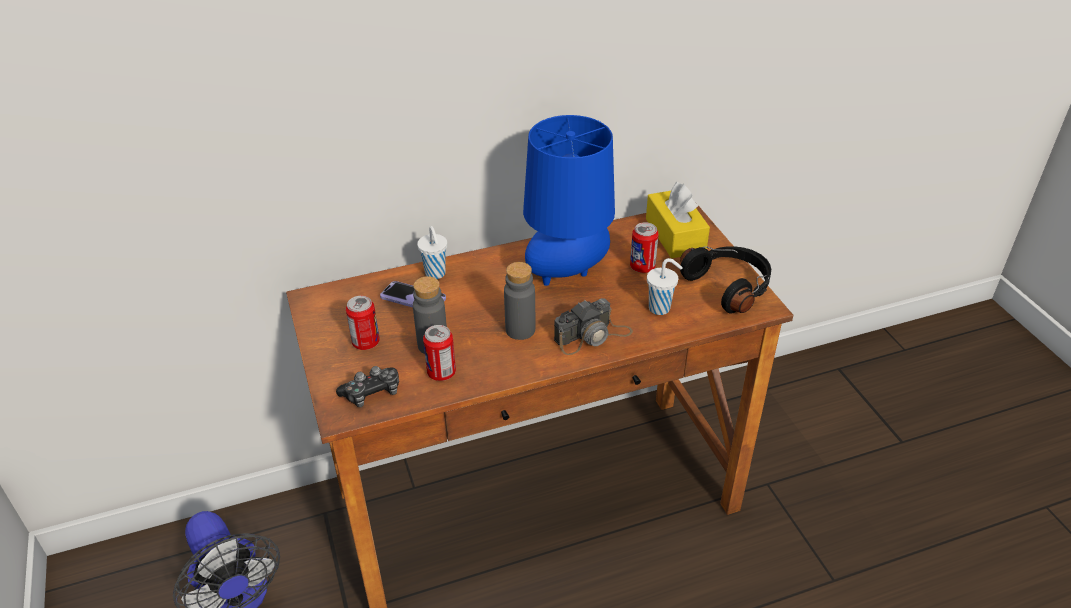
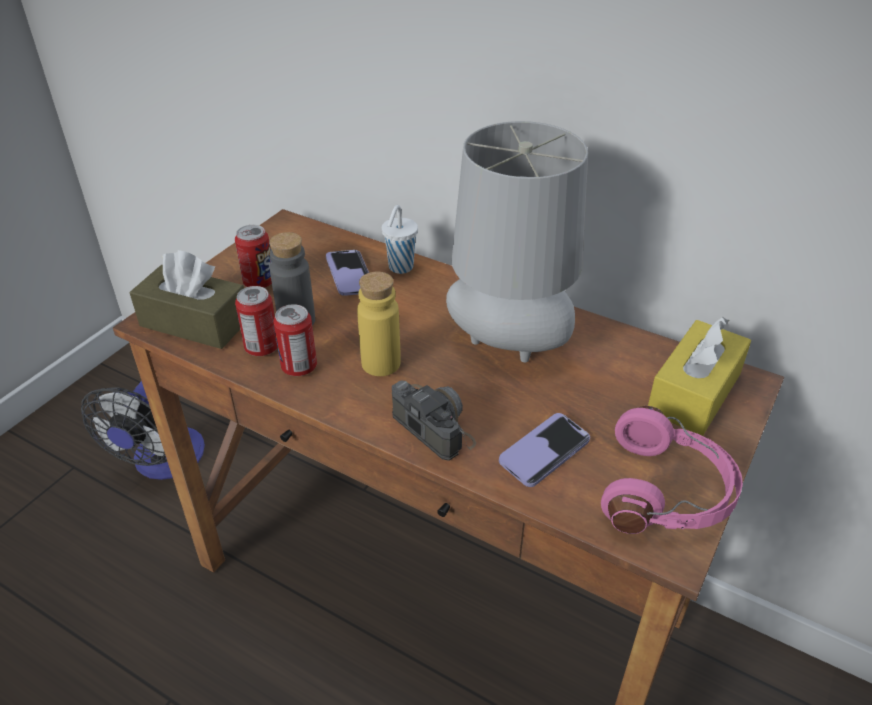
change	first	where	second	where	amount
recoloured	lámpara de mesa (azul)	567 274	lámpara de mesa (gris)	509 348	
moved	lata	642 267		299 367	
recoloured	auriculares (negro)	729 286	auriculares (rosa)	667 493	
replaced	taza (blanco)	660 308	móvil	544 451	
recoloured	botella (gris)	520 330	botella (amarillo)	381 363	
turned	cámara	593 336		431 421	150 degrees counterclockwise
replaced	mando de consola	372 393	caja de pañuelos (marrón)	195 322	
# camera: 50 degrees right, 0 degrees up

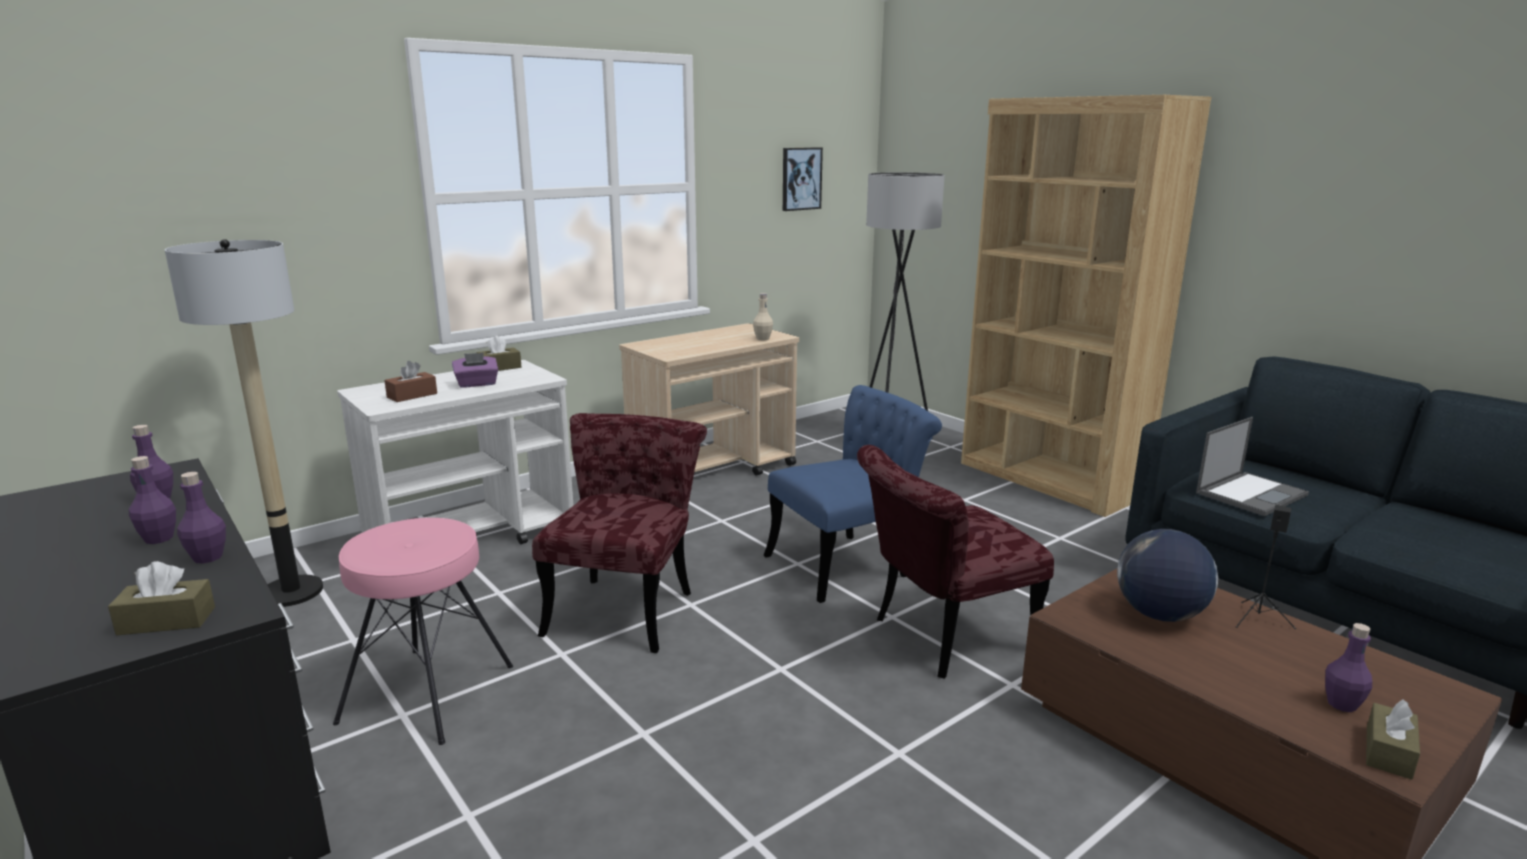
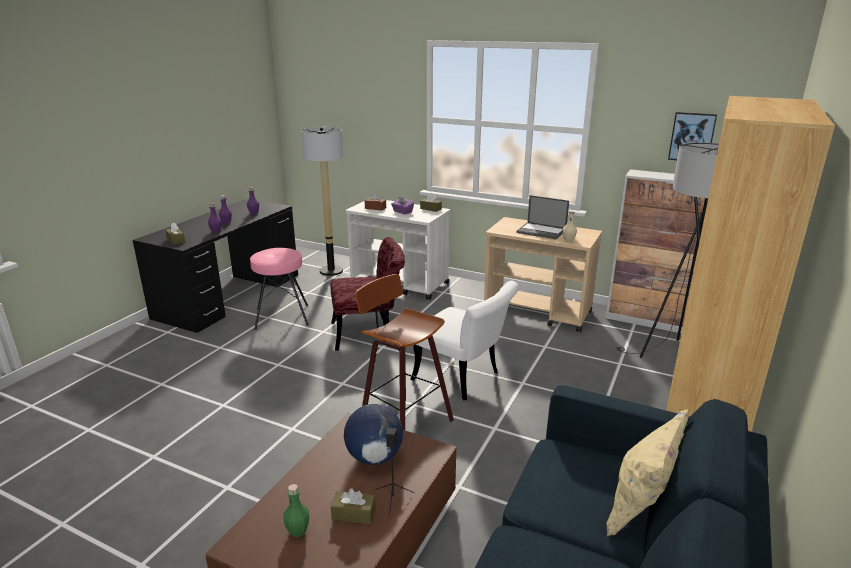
change	first	where	second	where	amount
recoloured	silla (azul)	848 563	silla (blanco)	463 379	
moved	portátil	1251 493		542 231	
replaced	silla (rojo)	941 638	taburete	402 424	
recoloured	botella (morado)	1341 704	botella (verde)	298 531	
moved	caja de pañuelos (marrón)	1388 752		353 514	
added			armario	652 321	
added			cojín (beis)	641 509	
# camera: 65 degrees right, 5 degrees up

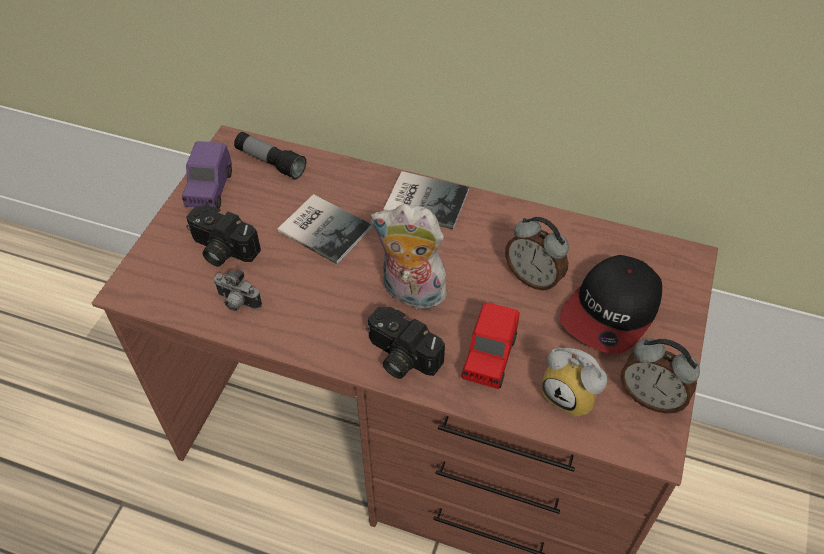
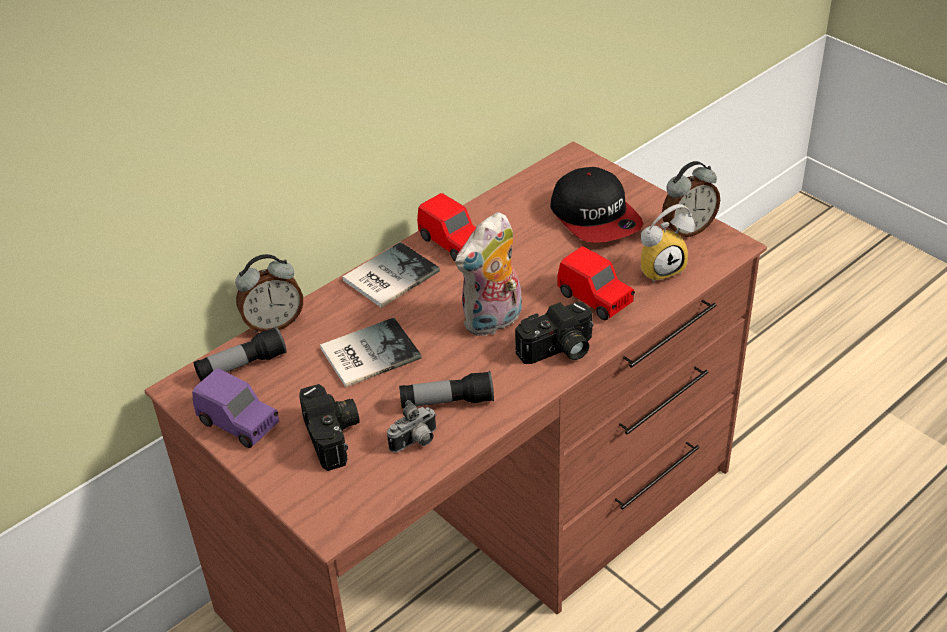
change	first	where	second	where	amount
turned	cámara	221 250		335 436	75 degrees counterclockwise
moved	despertador	533 277		274 323	
added			coche de juguete (rojo)	453 243	
added			linterna	447 402	
# camera: 60 degrees left, 10 degrees down

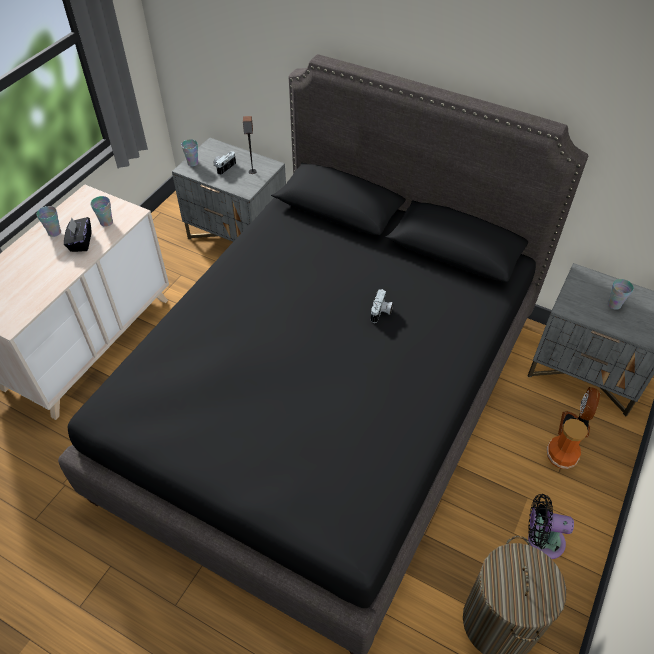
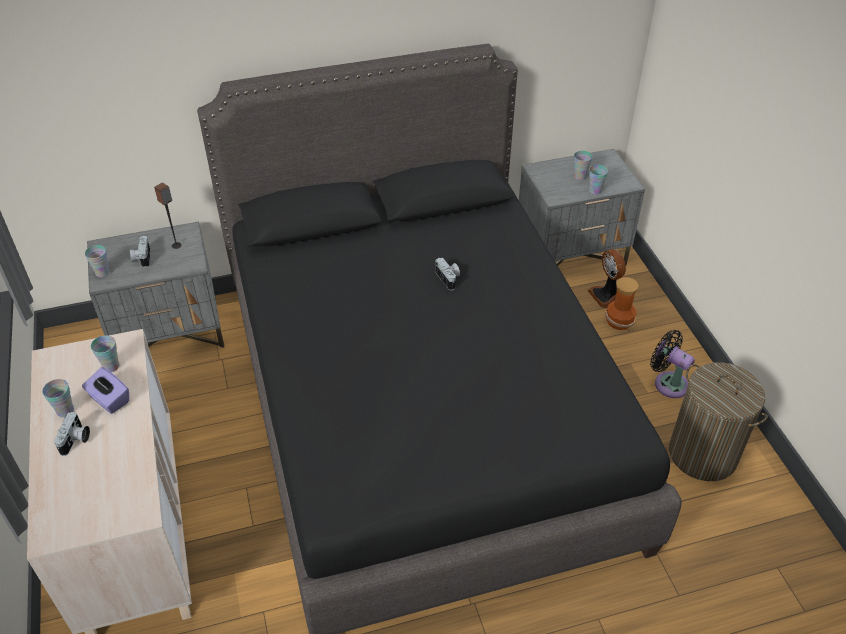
change	first	where	second	where	amount
recoloured	caja de pañuelos (negro)	80 242	caja de pañuelos (morado)	109 400	
turned	ventilador (negro)	541 540		668 383	75 degrees clockwise
added			taza	595 191	
added			cámara	76 440	
# camera: 45 degrees left, 5 degrees down

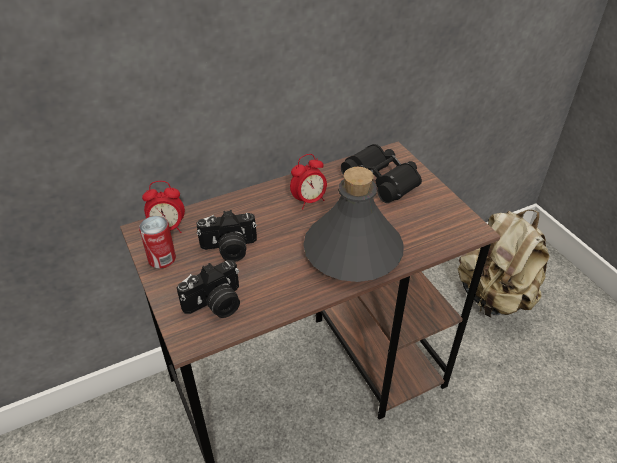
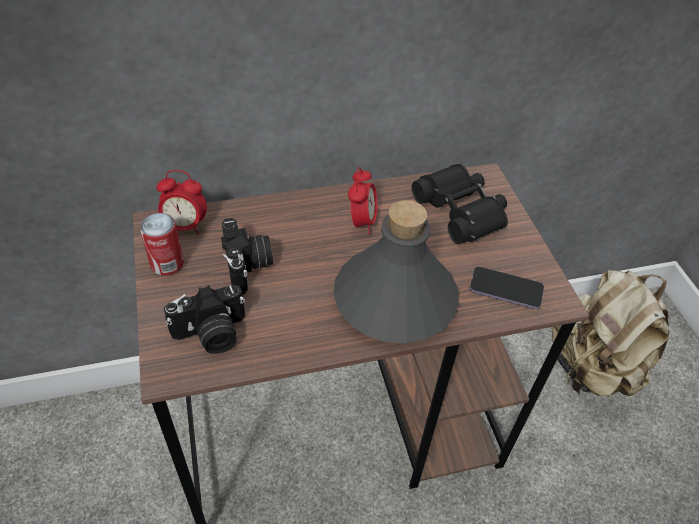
change	first	where	second	where	amount
turned	despertador	309 201		361 222	60 degrees counterclockwise
turned	cámara	229 249		248 267	105 degrees counterclockwise
added			móvil	505 289	
# camera: 10 degrees right, 5 degrees up

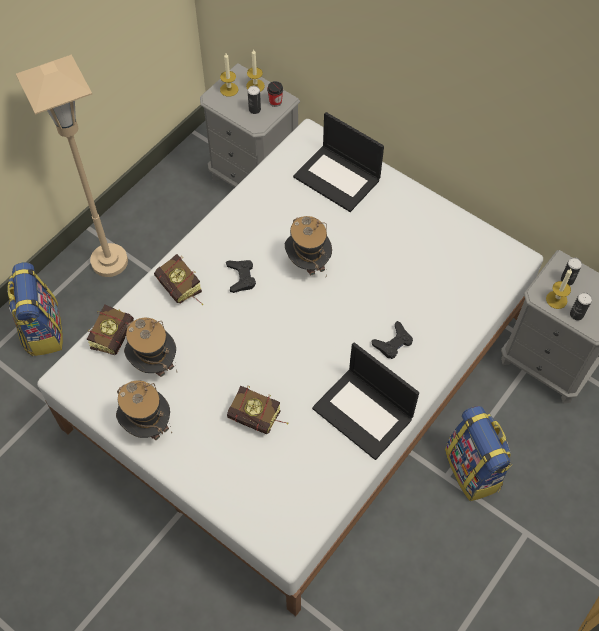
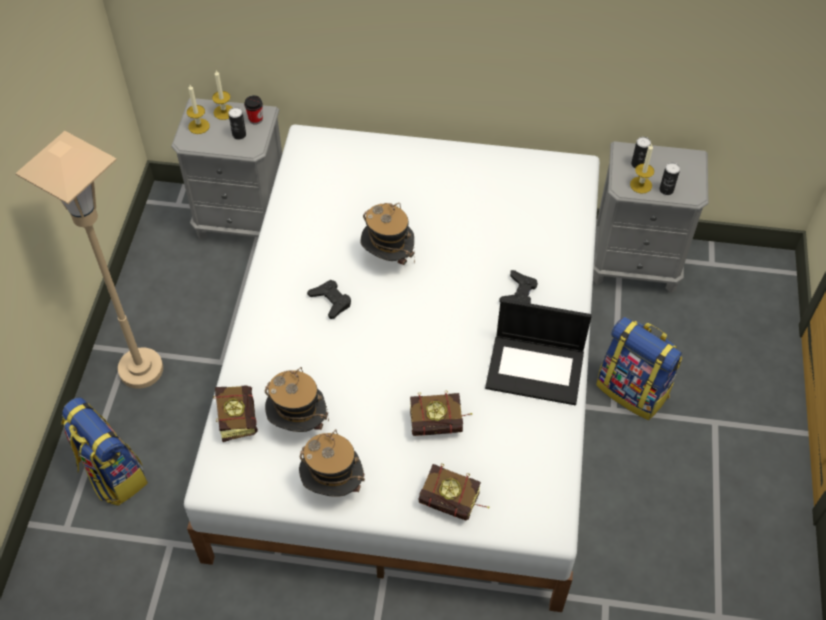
change	first	where	second	where	amount
removed	portátil	338 178			
moved	libro	182 291		455 504	
# camera: 30 degrees left, 5 degrees down

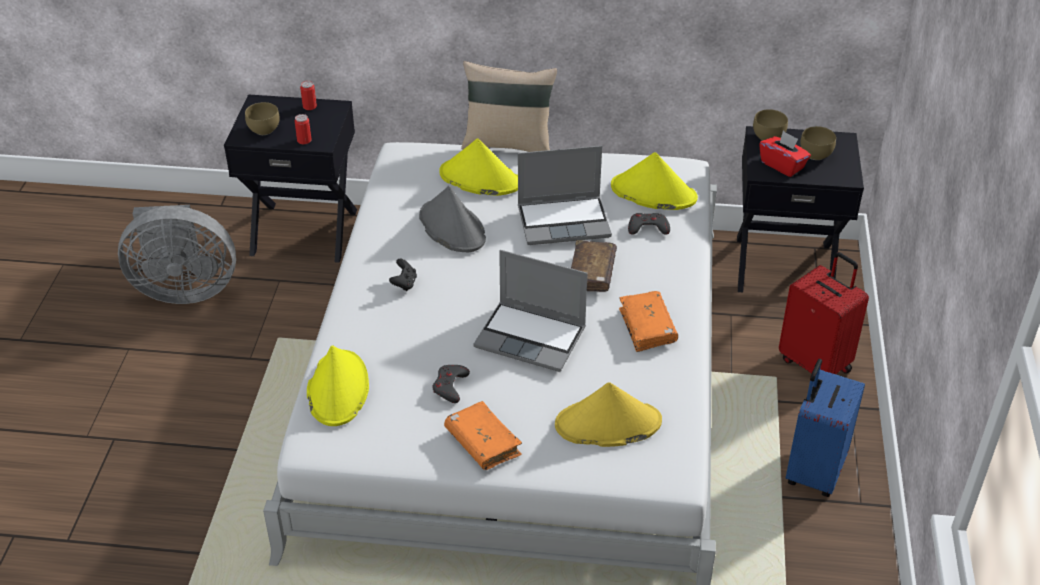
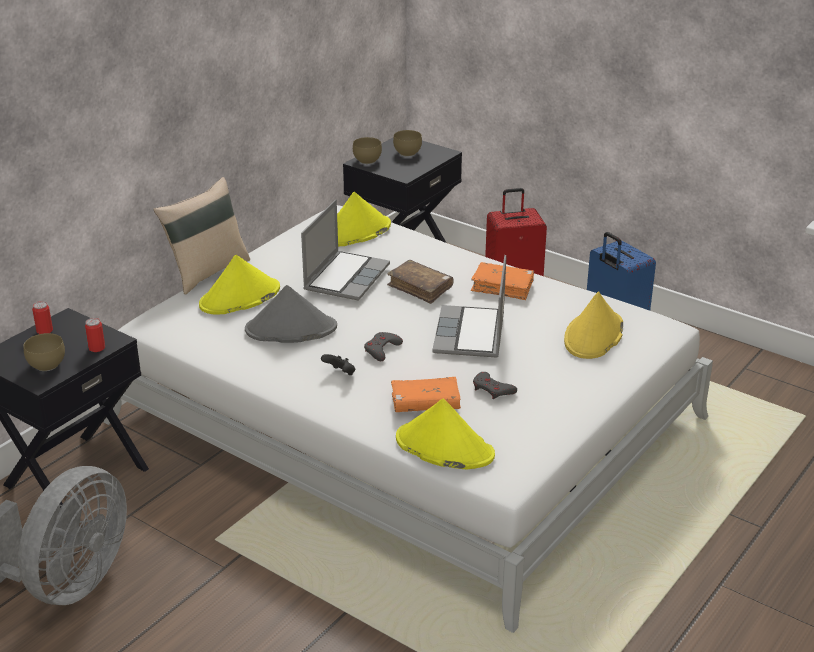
change	first	where	second	where	amount
removed	caja de pañuelos (rojo)	782 165			
moved	mando de consola (gris)	648 227		382 349	
turned	portátil	532 337		471 335	135 degrees clockwise
moved	libro (naranja)	482 443		425 404	
# camera: 60 degrees left, 10 degrees down

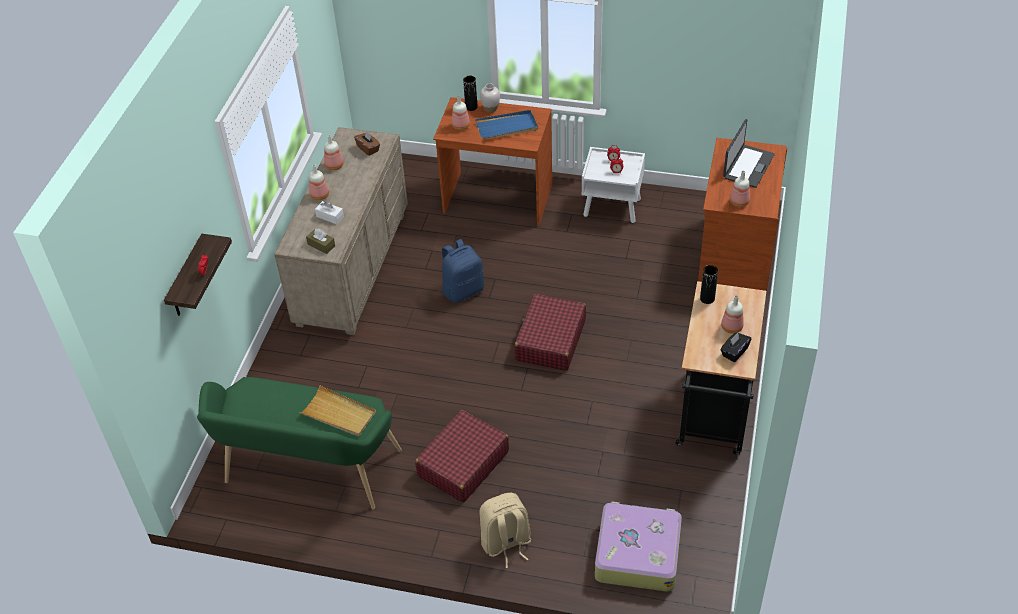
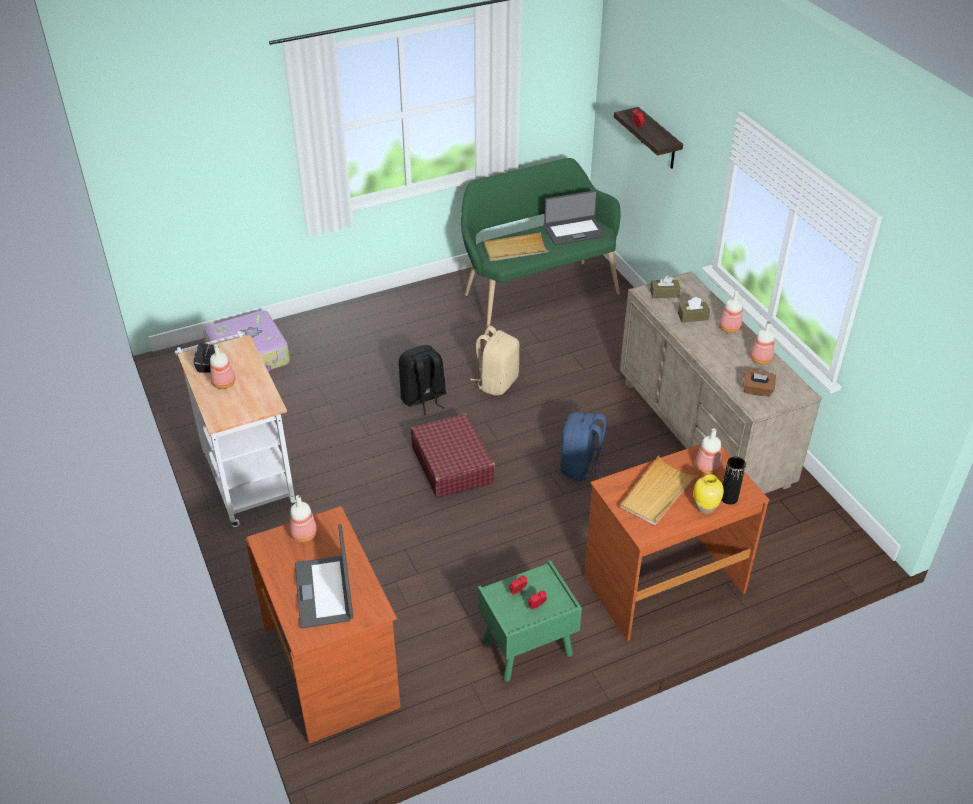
change	first	where	second	where	amount
recoloured	florero (blanco)	490 109	florero (amarillo)	705 507	
recoloured	bandeja (azul)	507 127	bandeja (beis)	657 493	
recoloured	mesita de noche (blanco)	612 207	mesita de noche (verde)	526 649	
recoloured	caja de pañuelos (blanco)	330 216	caja de pañuelos (marrón)	693 317	
removed	florero (negro)	707 298			
recoloured	carrito (negro)	714 417	carrito (blanco)	247 475	
removed	maleta (rojo)	462 464			
moved	mochila (beis)	506 543		497 383	
added			portátil	574 231	
added			mochila (negro)	423 398	
# camera: 140 degrees right, 5 degrees down

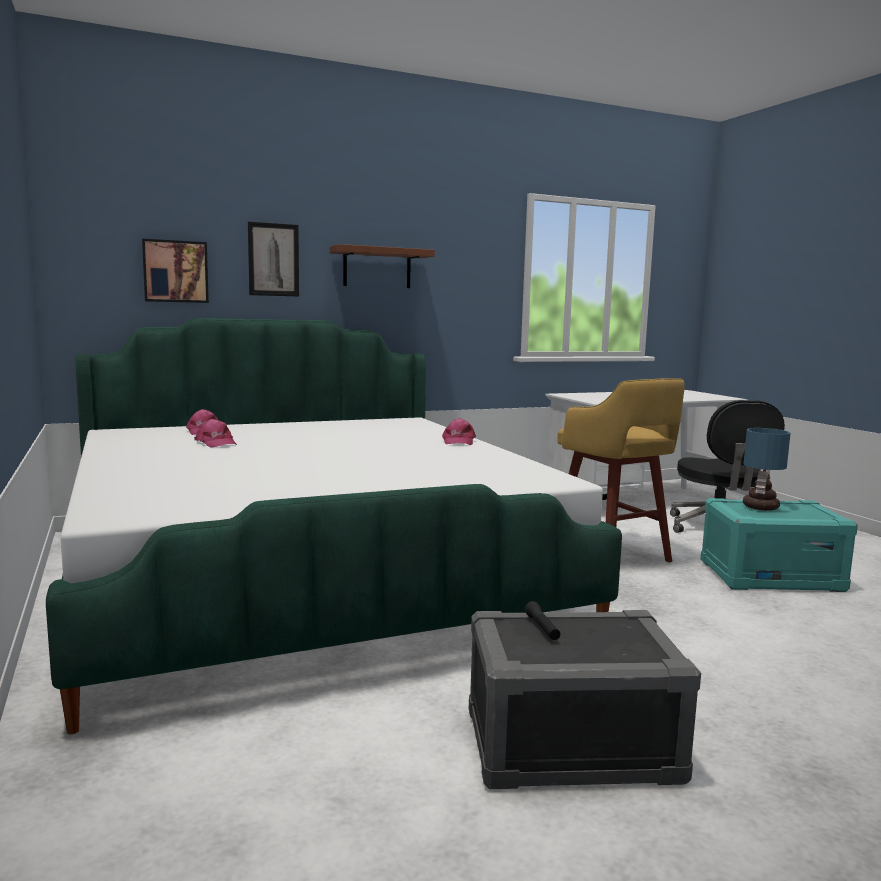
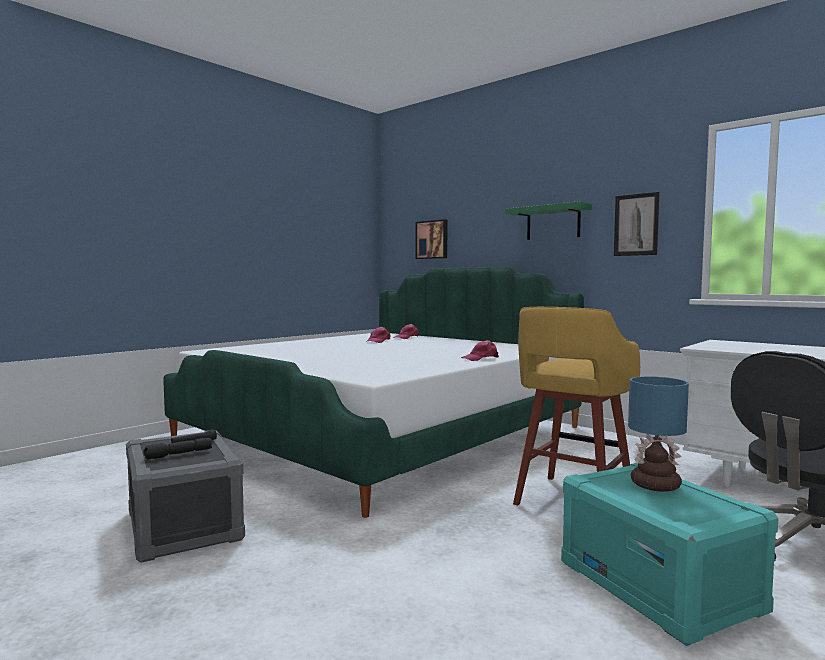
change	first	where	second	where	amount
moved	cuadro	273 259		636 224	
recoloured	estante (marrón)	377 268	estante (verde)	553 223	
added			linterna (negro)	178 454	
# camera: 65 degrees right, 5 degrees down

